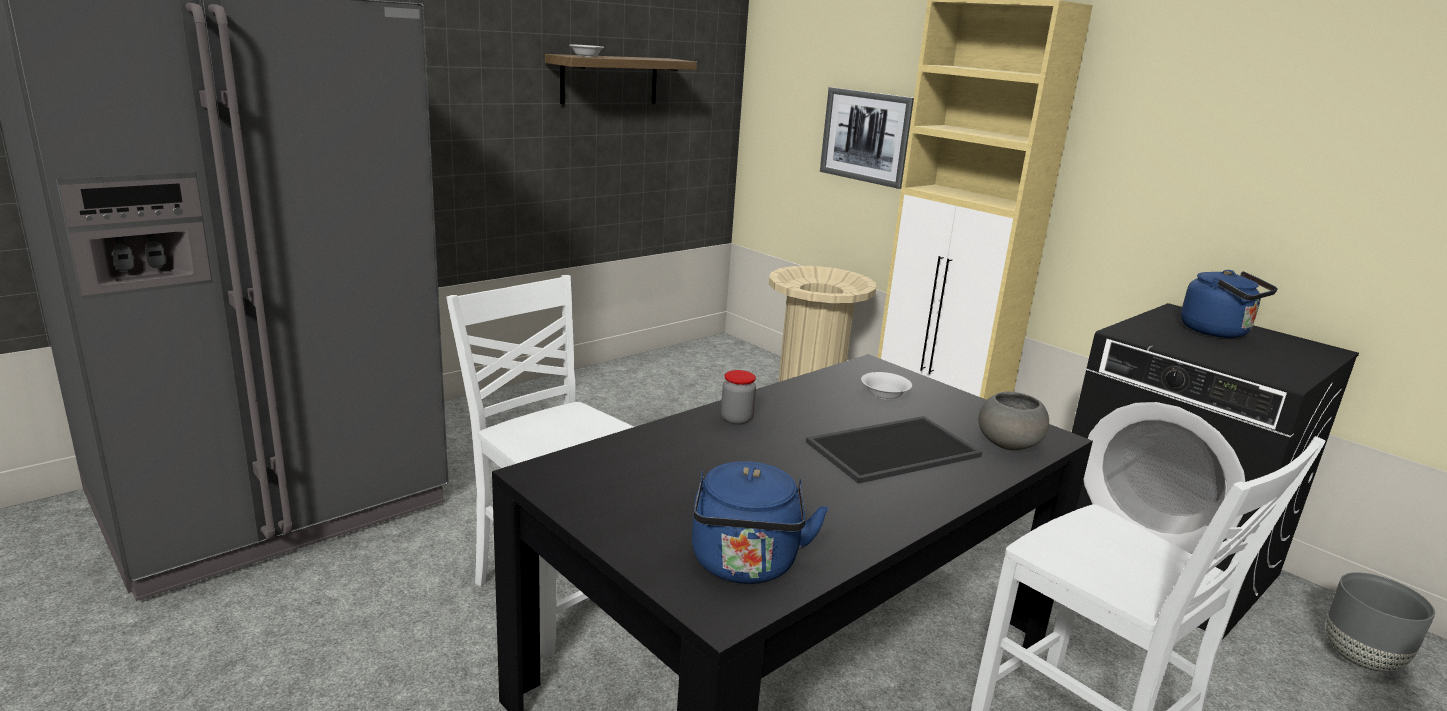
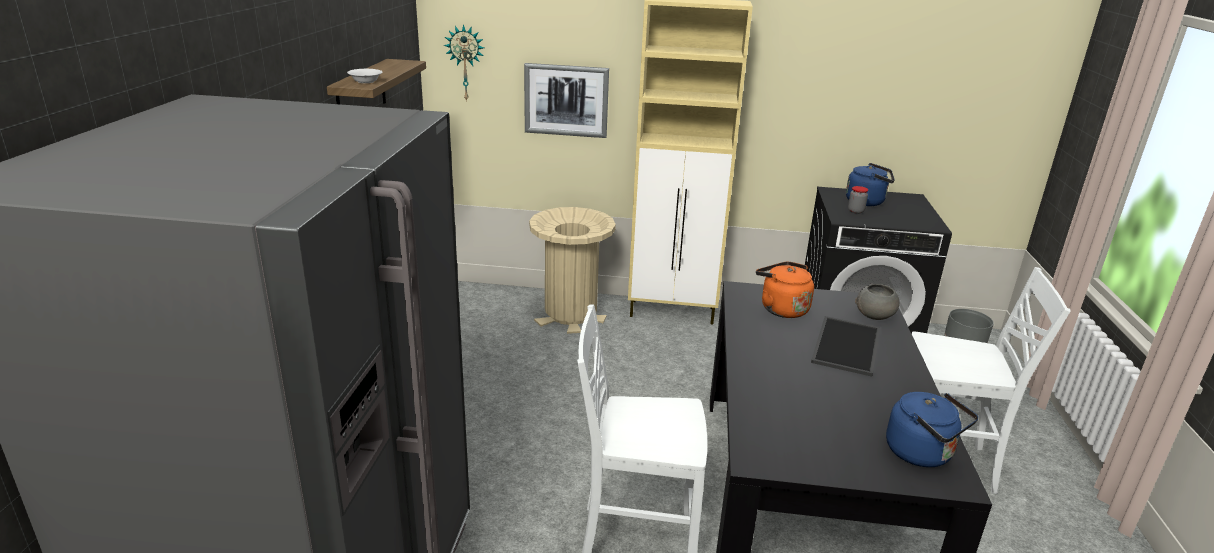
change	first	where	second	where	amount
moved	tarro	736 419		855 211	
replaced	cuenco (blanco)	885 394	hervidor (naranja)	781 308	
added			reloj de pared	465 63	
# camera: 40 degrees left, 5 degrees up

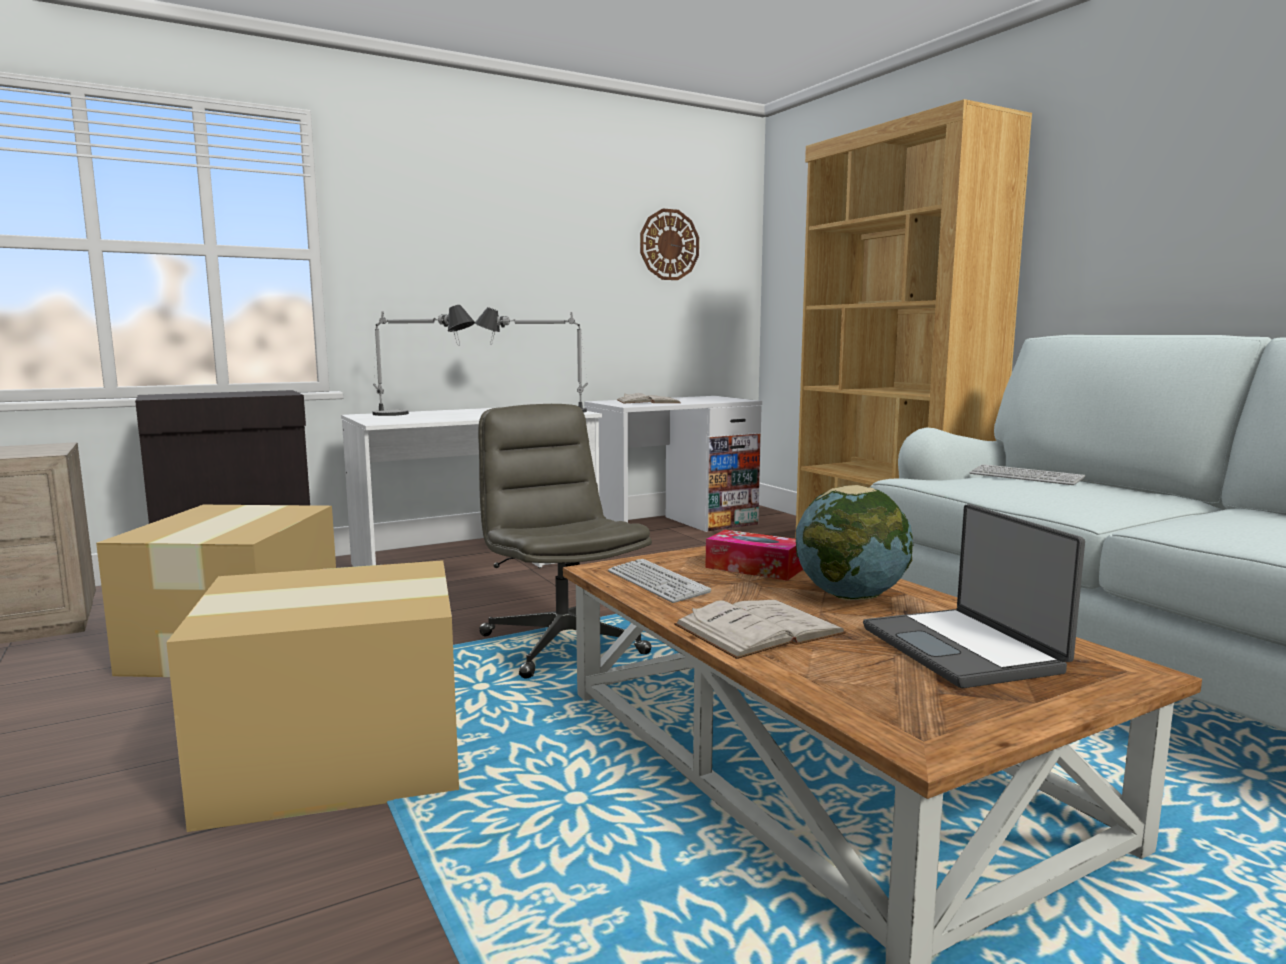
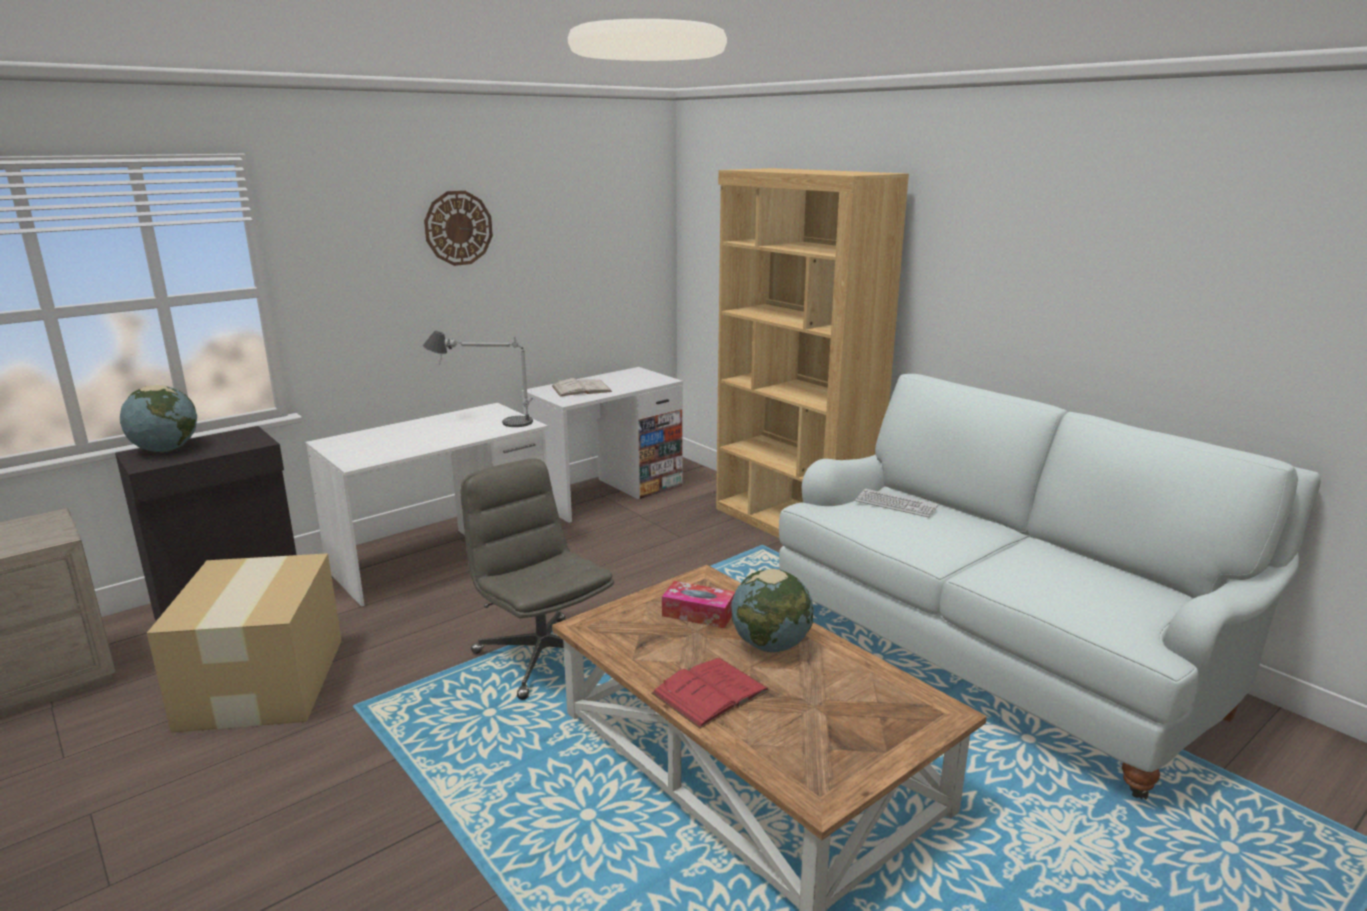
change	first	where	second	where	amount
moved	reloj de pared	669 245		458 228	
removed	lámpara de mesa	420 415			
removed	portátil	963 649			
removed	teclado	657 582			
removed	caja de cartón	333 758			
recoloured	libro (blanco)	759 629	libro (rojo)	710 692	
added			globo terráqueo	165 450	
# camera: 10 degrees left, 10 degrees up

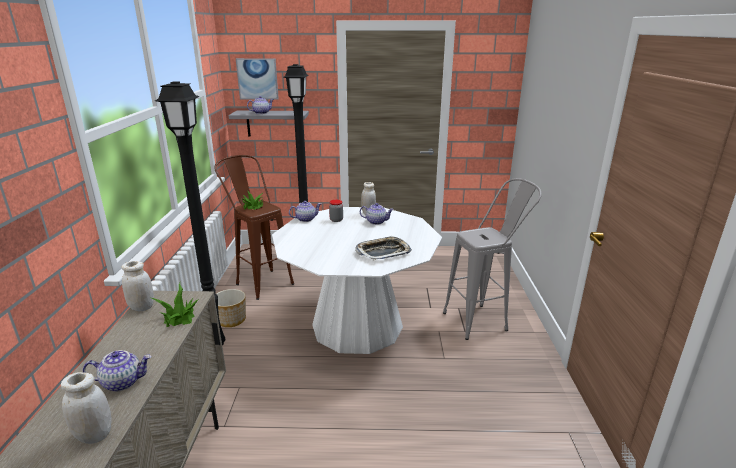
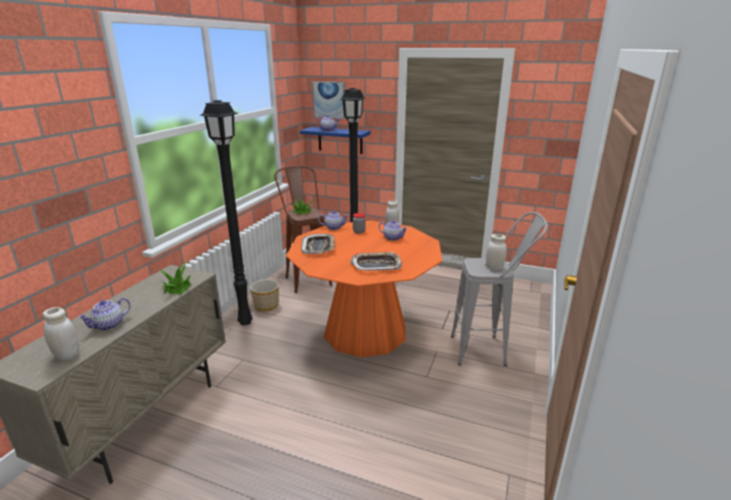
change	first	where	second	where	amount
recoloured	estante (gris)	273 123	estante (azul)	340 140	
recoloured	mesa de comedor (blanco)	357 325	mesa de comedor (naranja)	365 331	
moved	tarro (blanco)	142 307		494 268	
turned	tetera	123 382		108 325	120 degrees clockwise
added			bandeja	318 247	
# camera: 20 degrees right, 0 degrees up

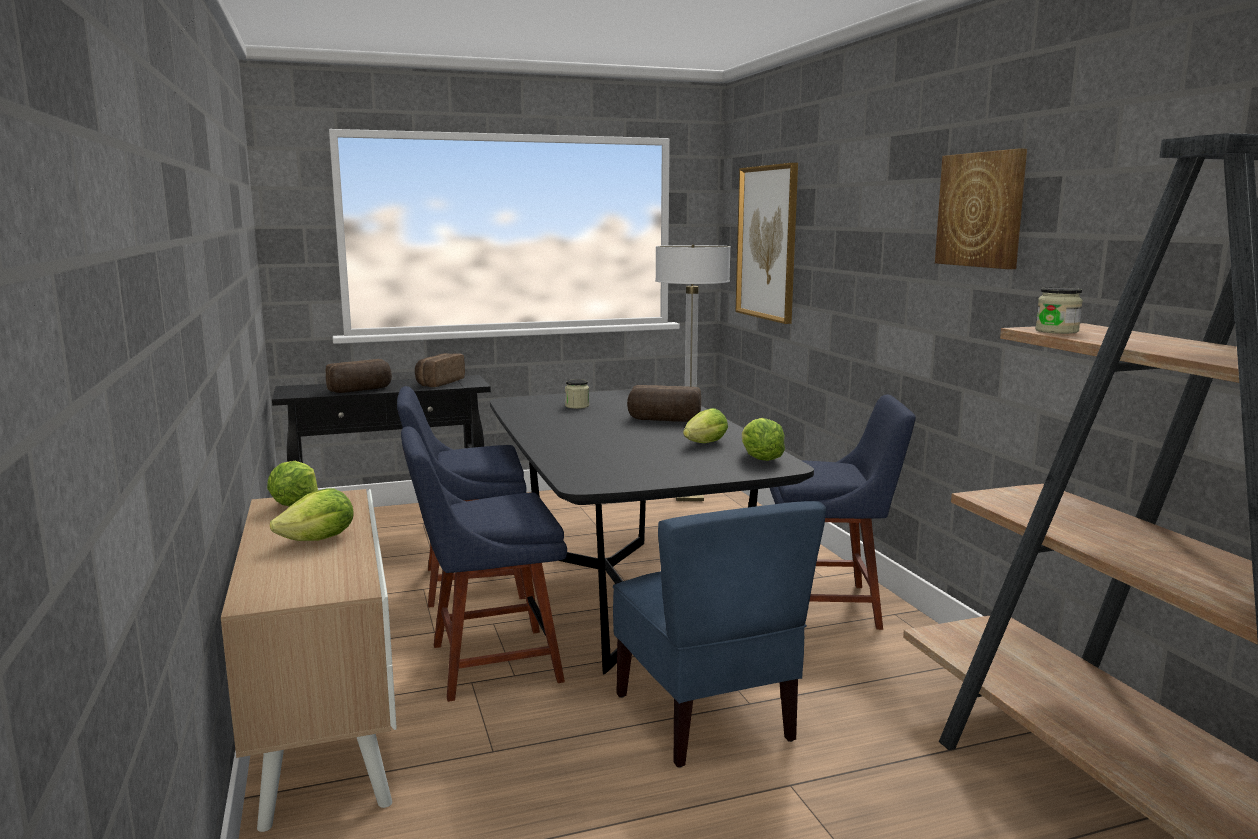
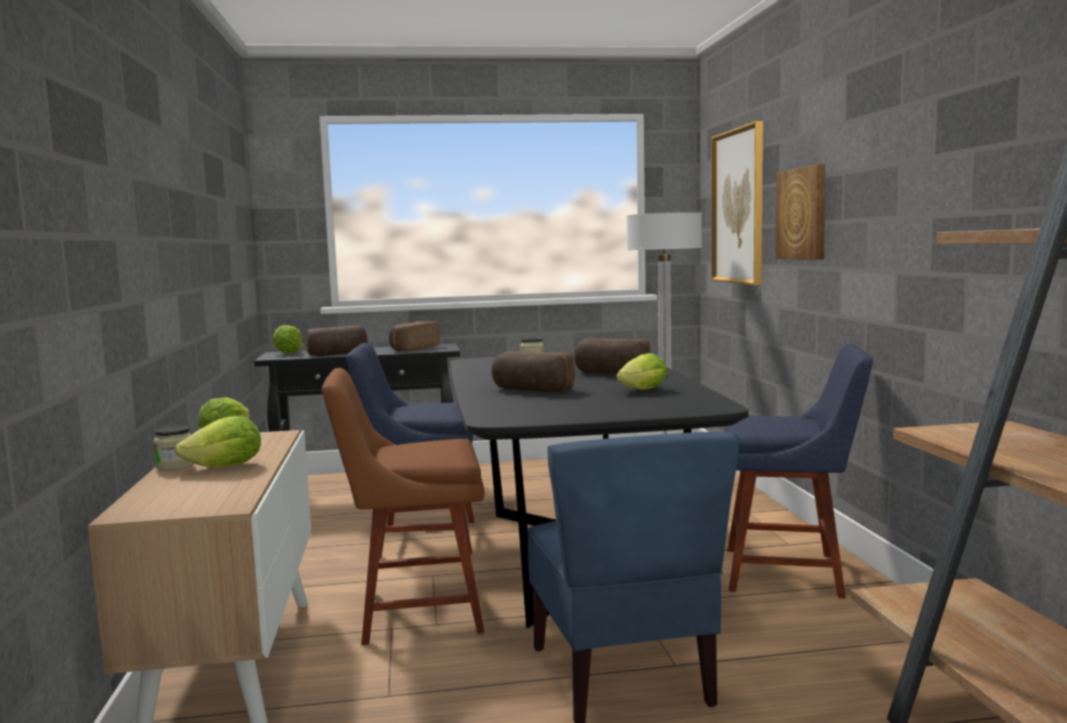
change	first	where	second	where	amount
moved	cuadro	982 210		803 214	
moved	tarro	1056 331		175 466	
moved	lechuga	760 459		288 353	
recoloured	silla (azul)	487 664	silla (marrón)	413 612	
added			pan	531 390	
# camera: 10 degrees right, 5 degrees down

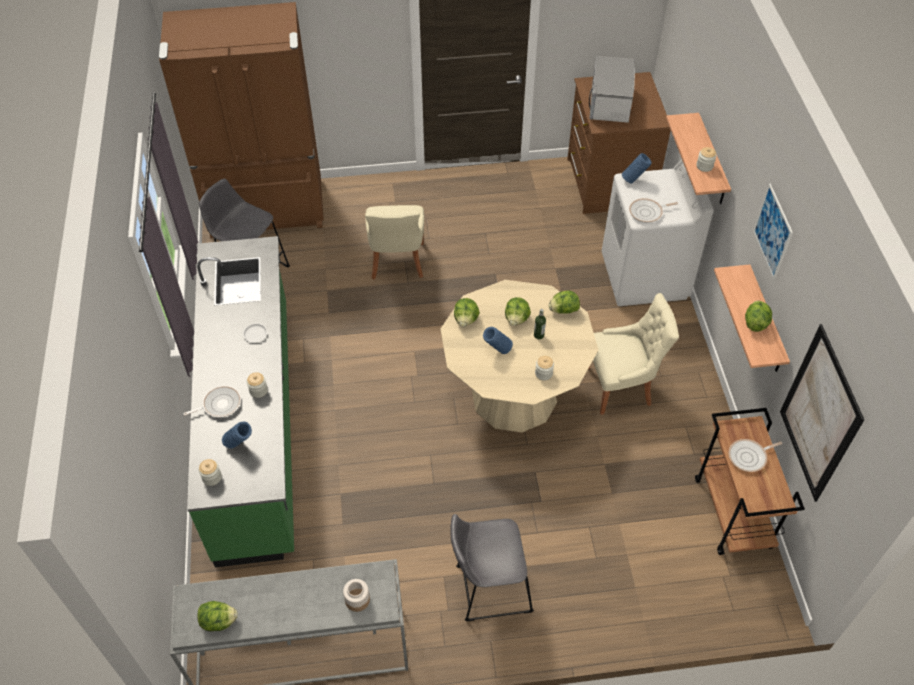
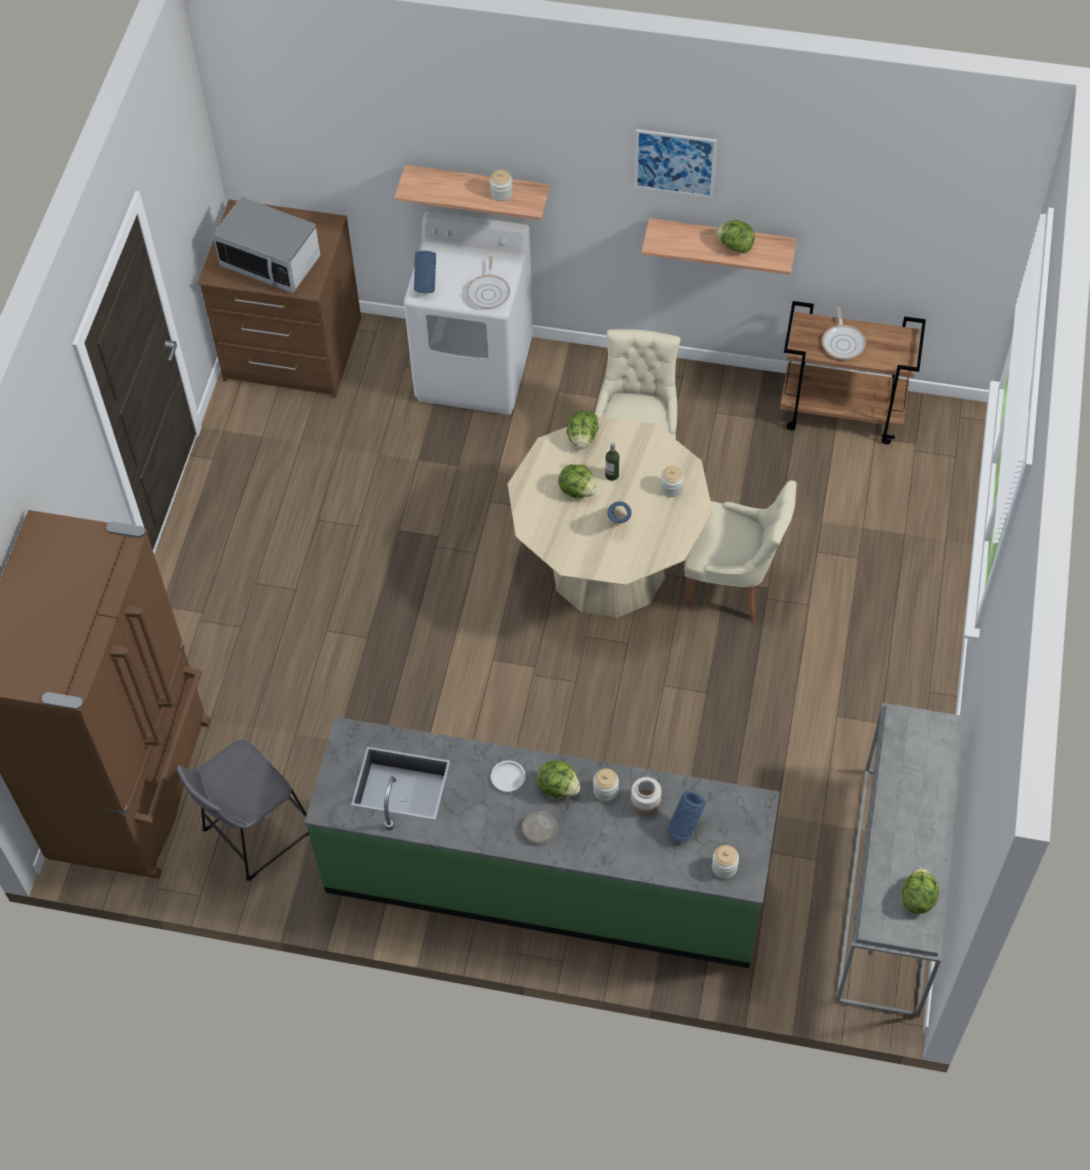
change	first	where	second	where	amount
moved	silla (beis)	397 262		733 584	
moved	lechuga	466 319		558 787	
removed	cuadro	819 415			
removed	sartén	219 404			
removed	taburete (gris)	489 589			
moved	tarro	357 599		645 802	
added			plato (beis)	540 830	
# camera: 70 degrees left, 5 degrees up

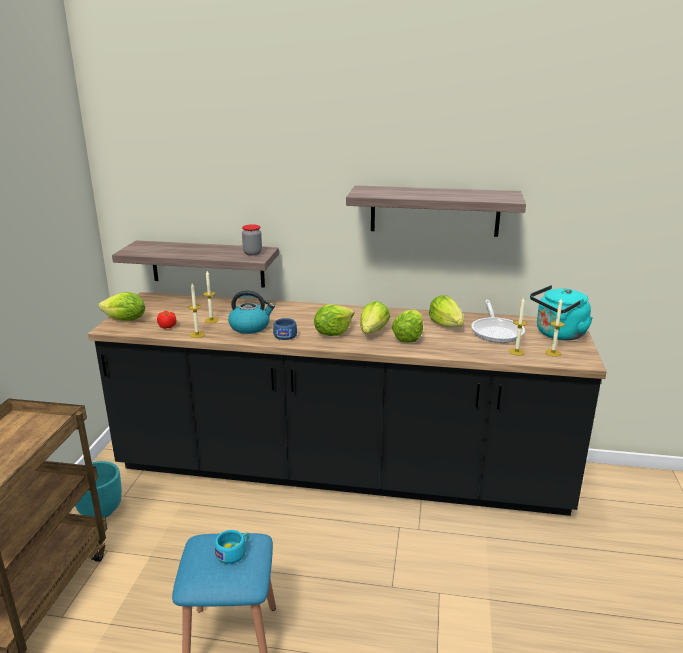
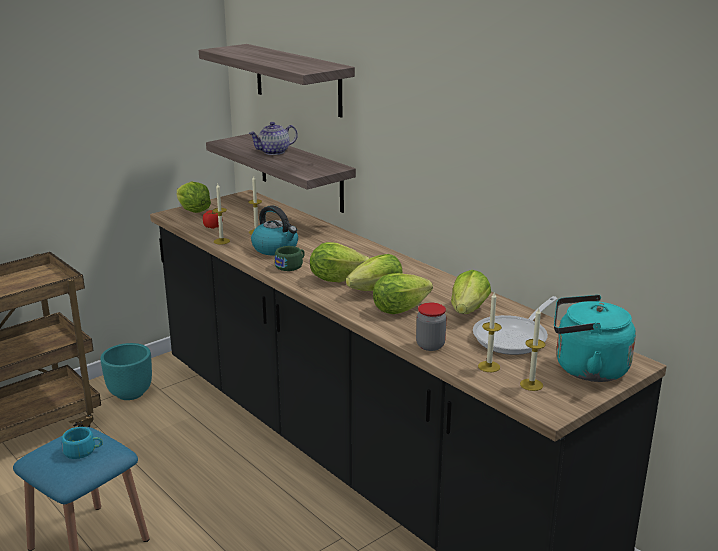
change	first	where	second	where	amount
moved	estante	434 211		297 80	
moved	tarro	252 253		430 345	
recoloured	taza (azul)	285 335	taza (verde)	291 266	
added			tetera	274 152	
# camera: 40 degrees right, 0 degrees up

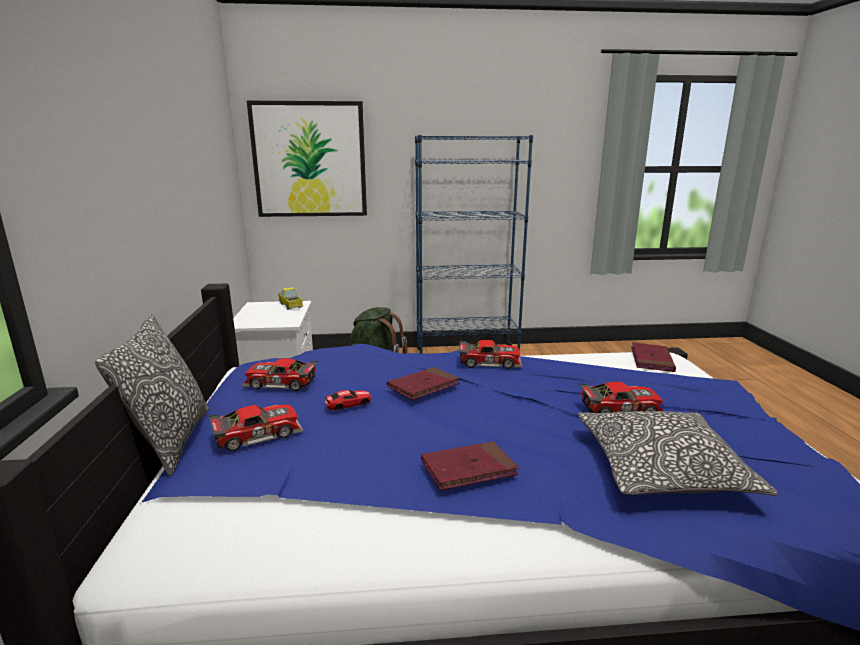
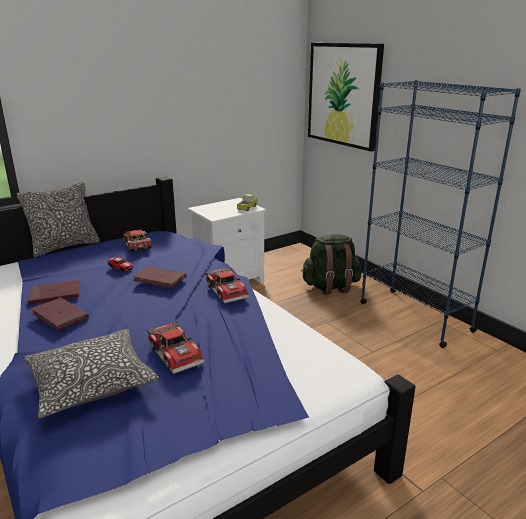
change	first	where	second	where	amount
moved	libro (rojo)	651 360		55 294	
removed	coche de juguete	257 433			
# camera: 60 degrees right, 5 degrees up

